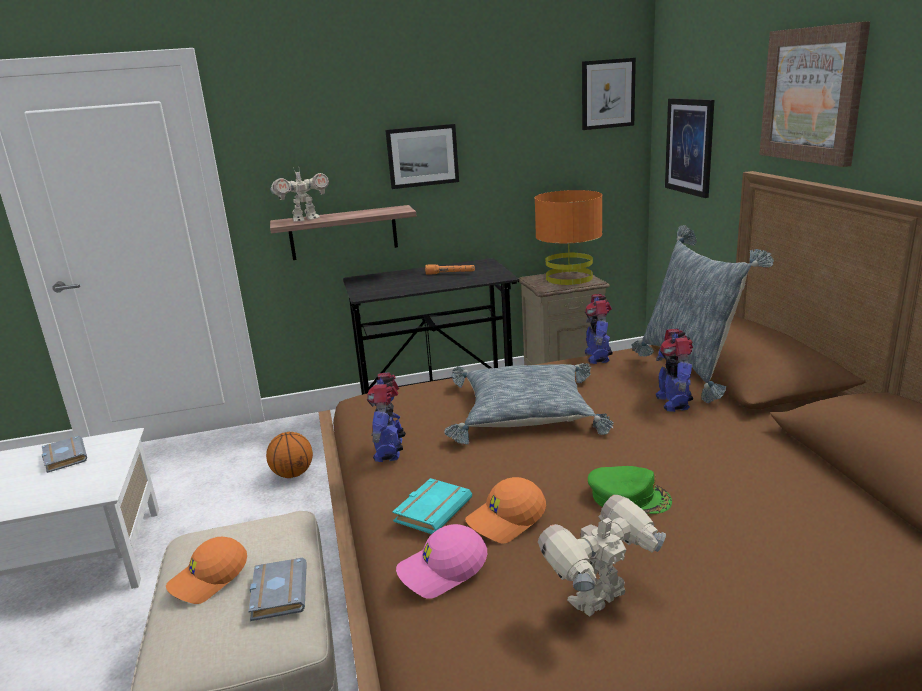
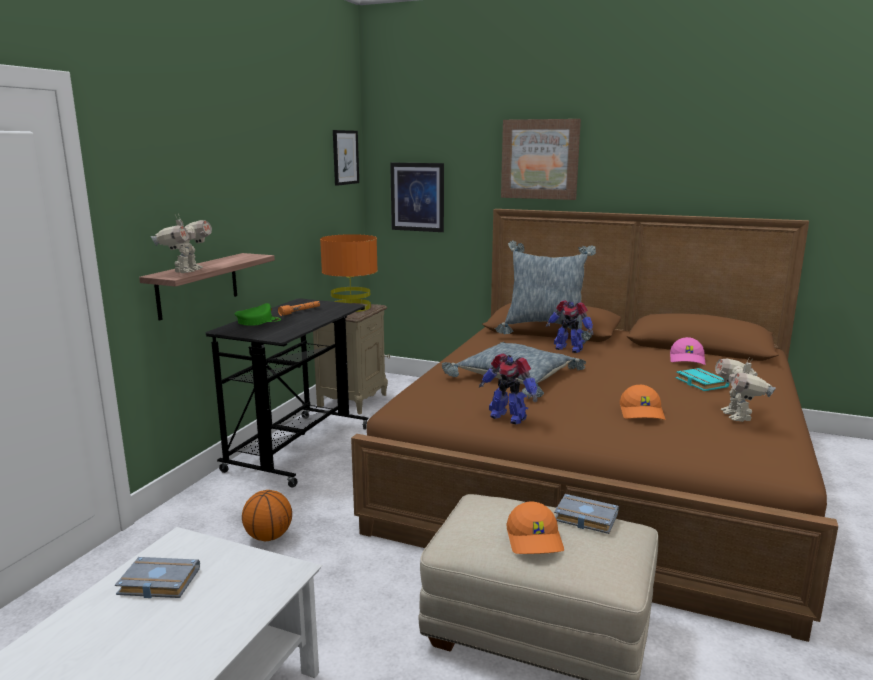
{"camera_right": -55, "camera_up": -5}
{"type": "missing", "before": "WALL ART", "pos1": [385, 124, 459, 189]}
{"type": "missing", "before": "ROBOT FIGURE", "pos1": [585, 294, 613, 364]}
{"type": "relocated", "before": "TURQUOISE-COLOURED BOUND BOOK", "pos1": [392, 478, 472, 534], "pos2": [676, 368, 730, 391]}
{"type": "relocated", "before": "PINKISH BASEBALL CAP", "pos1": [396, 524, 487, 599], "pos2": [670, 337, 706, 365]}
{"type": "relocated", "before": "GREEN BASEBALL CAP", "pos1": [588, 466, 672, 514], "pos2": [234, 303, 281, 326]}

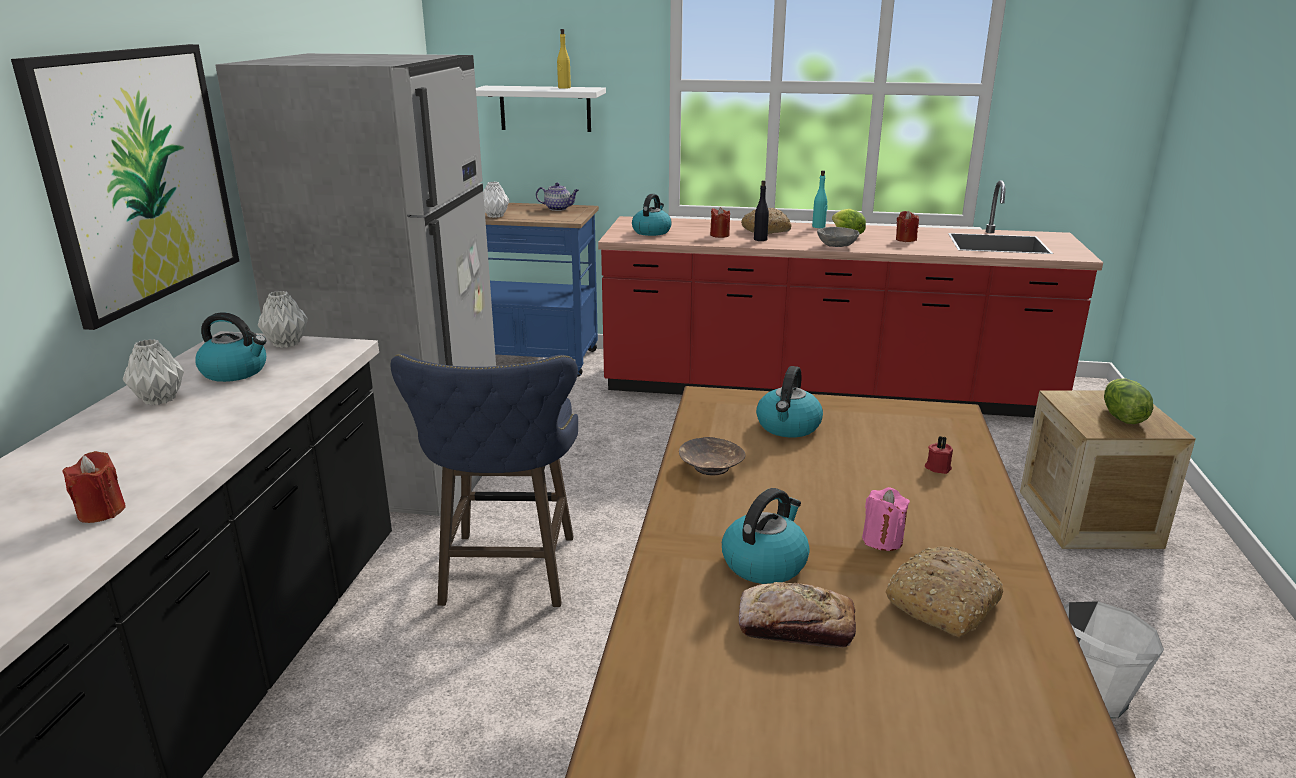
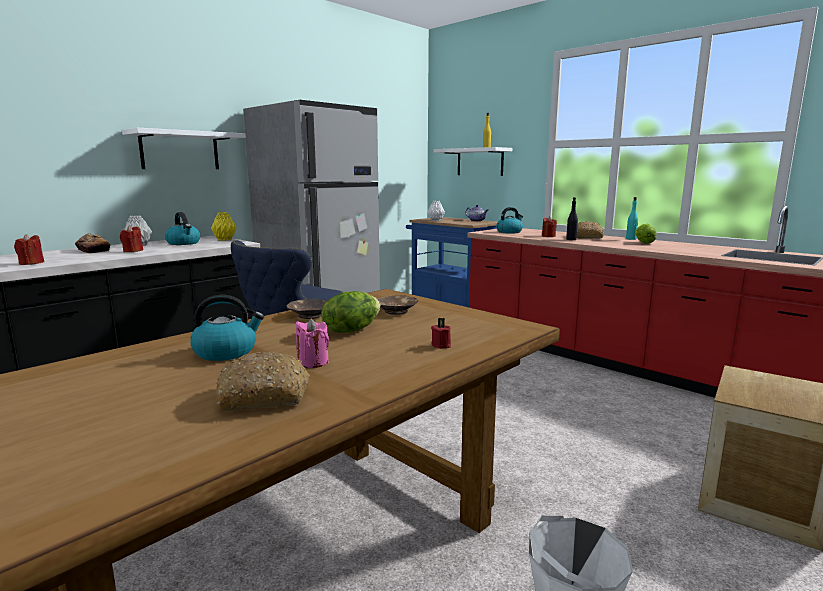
{"camera_right": 35, "camera_up": -10}
{"type": "missing", "before": "GREY SERVING BOWL", "pos1": [817, 227, 860, 247]}
{"type": "relocated", "before": "BREAD", "pos1": [739, 582, 856, 648], "pos2": [75, 233, 110, 253]}
{"type": "relocated", "before": "REDDISH WAX CANDLE", "pos1": [896, 211, 919, 242], "pos2": [120, 225, 143, 252]}
{"type": "relocated", "before": "LETTUCE", "pos1": [1104, 379, 1153, 424], "pos2": [321, 291, 380, 333]}
{"type": "exchanged", "before": "WALL ART", "after": "WHITE SHELF", "pos1": [11, 44, 239, 330], "pos2": [122, 128, 246, 169]}
{"type": "exchanged", "before": "KETTLE", "after": "BROWNISH SERVING BOWL", "pos1": [756, 366, 823, 437], "pos2": [378, 295, 418, 315]}
{"type": "colour", "before": "GREY VASE", "after": "YELLOWISH VASE", "pos1": [258, 291, 308, 348], "pos2": [211, 212, 237, 241]}

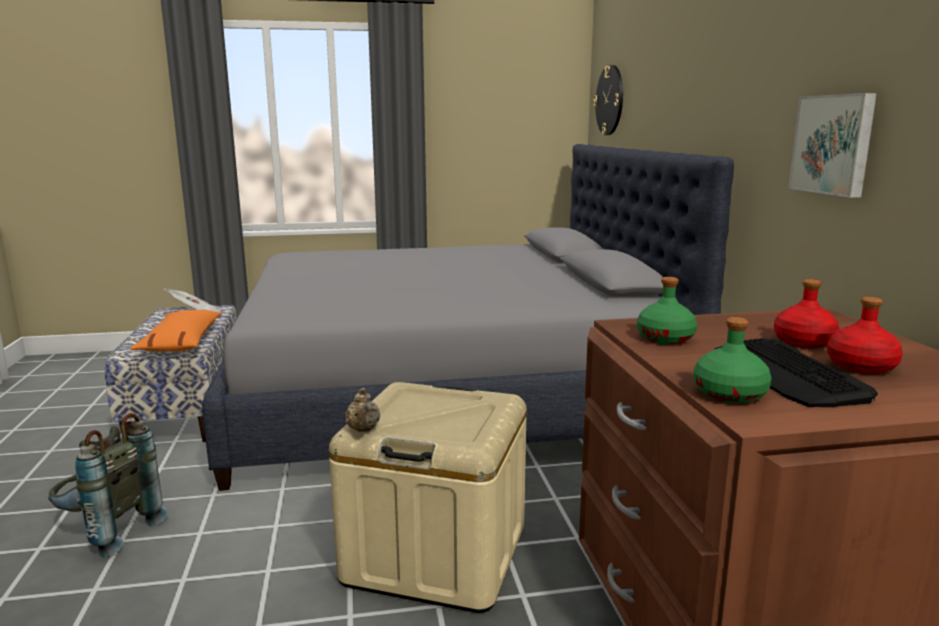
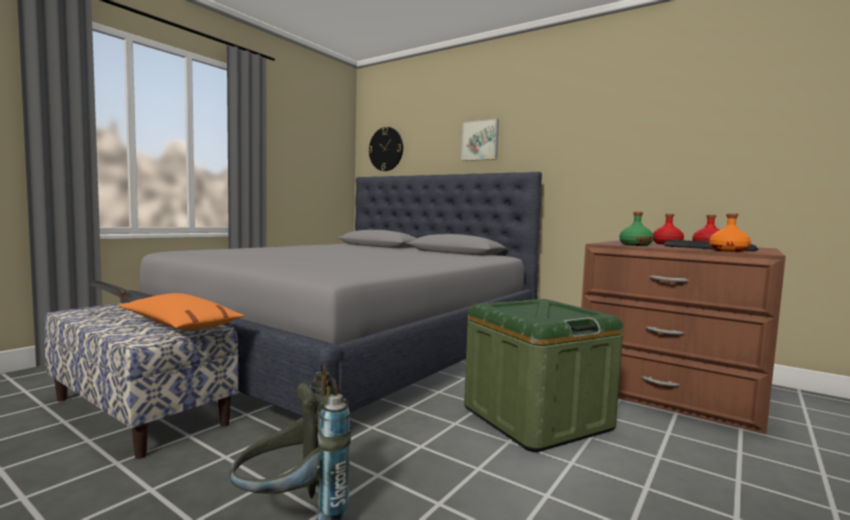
{"camera_right": -45, "camera_up": -10}
{"type": "missing", "before": "BEIGE POT FOR TEA", "pos1": [345, 388, 380, 432]}
{"type": "relocated", "before": "WALL ART", "pos1": [789, 93, 877, 198], "pos2": [461, 119, 499, 161]}
{"type": "colour", "before": "BEIGE STORAGE BOX", "after": "GREEN STORAGE BOX", "pos1": [329, 382, 527, 613], "pos2": [464, 299, 623, 452]}
{"type": "colour", "before": "GREEN BEVERAGE BOTTLE", "after": "ORANGE BEVERAGE BOTTLE", "pos1": [693, 317, 771, 404], "pos2": [709, 213, 751, 252]}

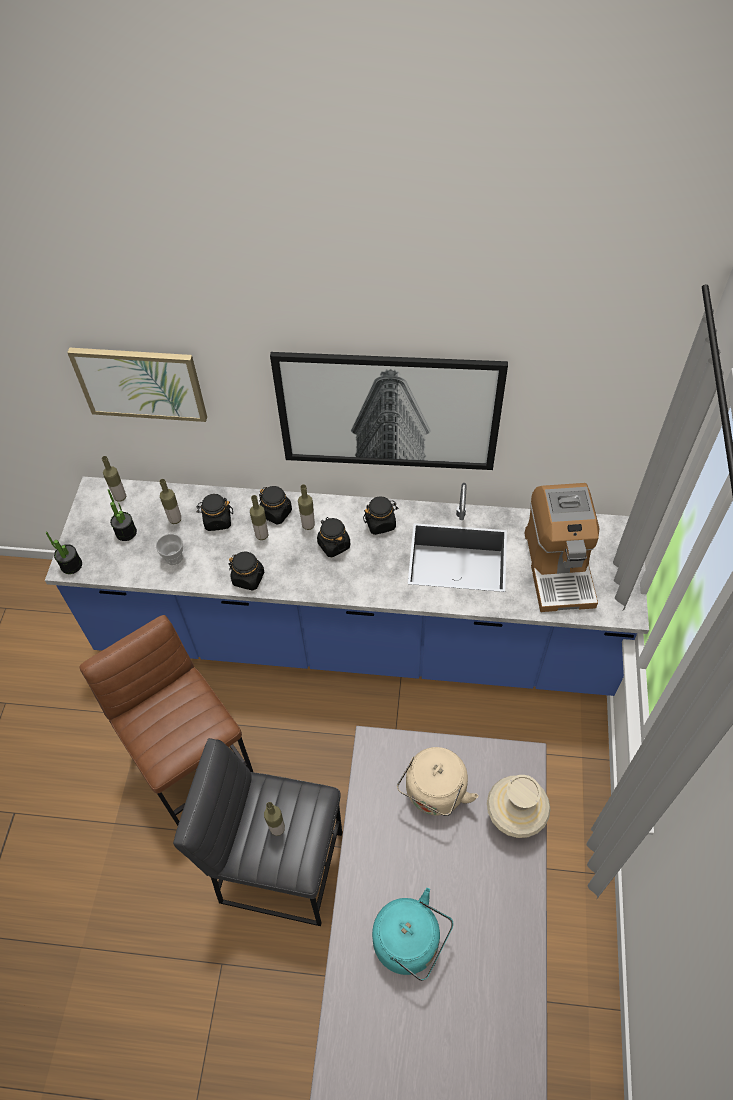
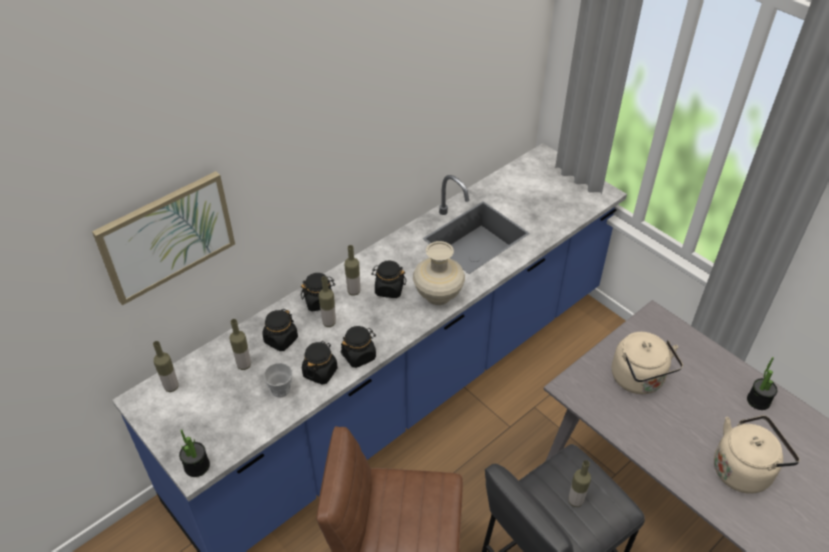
{"camera_right": -50, "camera_up": -10}
{"type": "missing", "before": "WALL ART", "pos1": [270, 352, 508, 470]}
{"type": "missing", "before": "COFFEE MACHINE", "pos1": [524, 483, 599, 612]}
{"type": "relocated", "before": "PLANT IN A POT", "pos1": [108, 489, 137, 541], "pos2": [747, 357, 778, 410]}
{"type": "relocated", "before": "BLACKISH STORAGE JAR", "pos1": [363, 496, 398, 535], "pos2": [302, 341, 338, 385]}
{"type": "relocated", "before": "BEIGE VASE", "pos1": [487, 775, 551, 838], "pos2": [413, 241, 465, 305]}
{"type": "colour", "before": "TURQUOISE-COLOURED KETTLE", "after": "BEIGE KETTLE", "pos1": [372, 888, 453, 981], "pos2": [714, 415, 800, 494]}

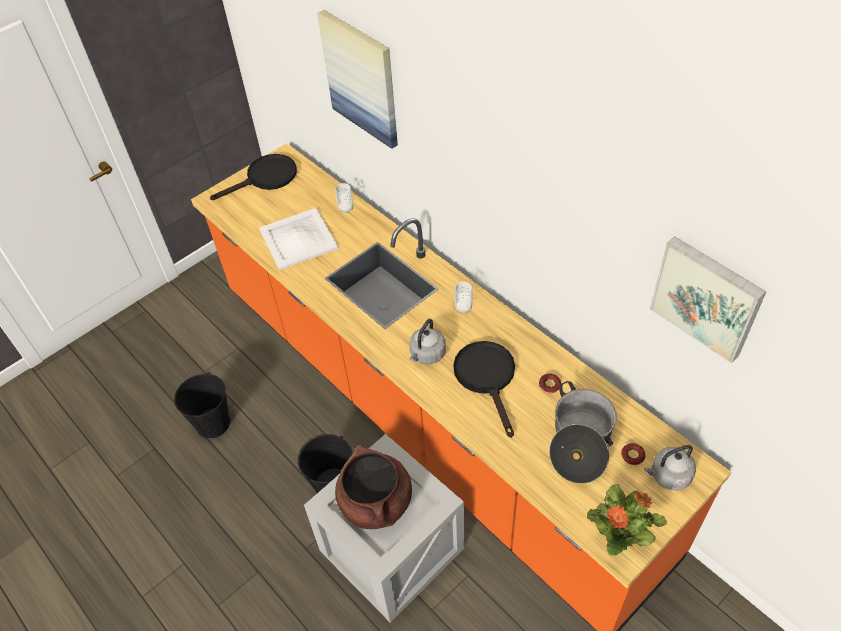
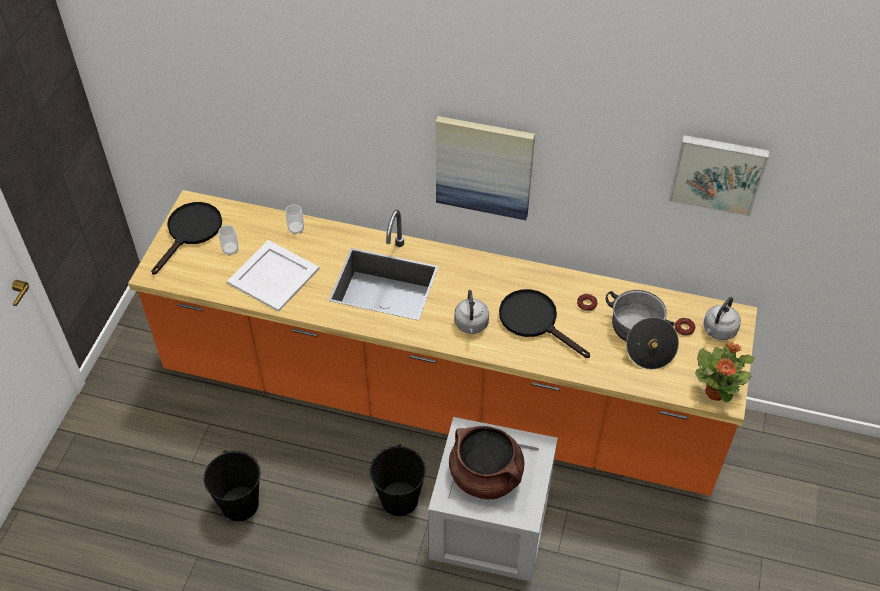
{"camera_right": -35, "camera_up": 0}
{"type": "relocated", "before": "WALL ART", "pos1": [317, 10, 398, 149], "pos2": [436, 116, 535, 220]}
{"type": "relocated", "before": "CUP", "pos1": [454, 282, 473, 313], "pos2": [218, 225, 239, 256]}

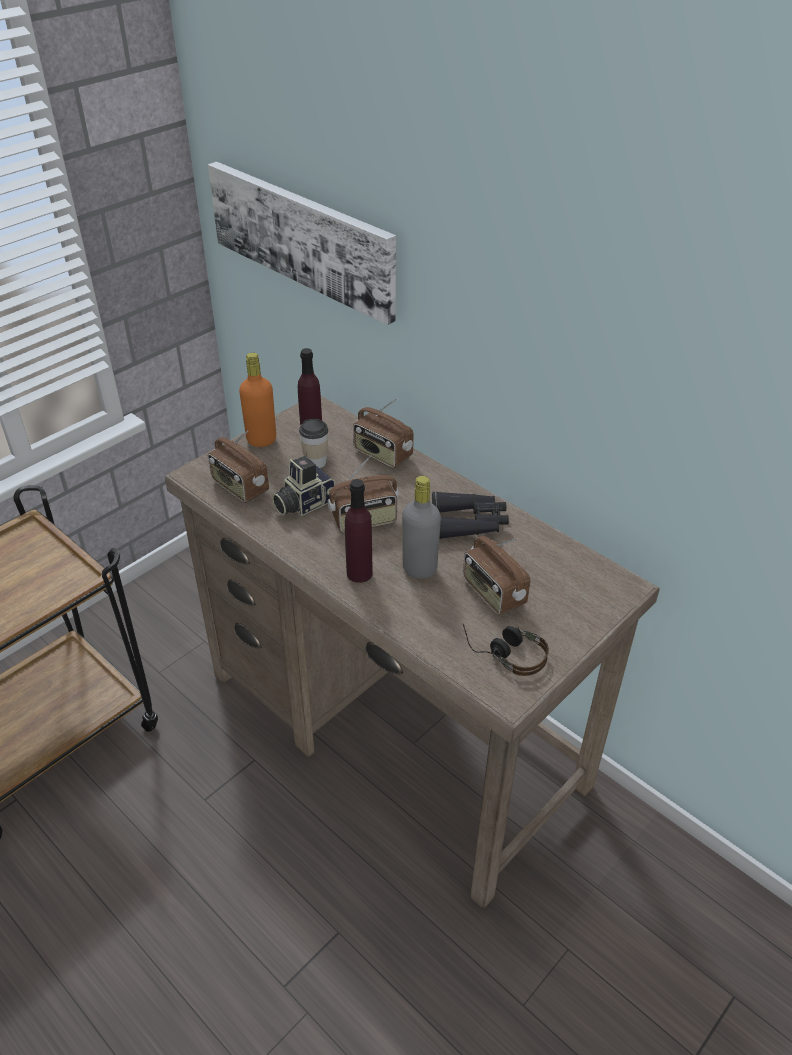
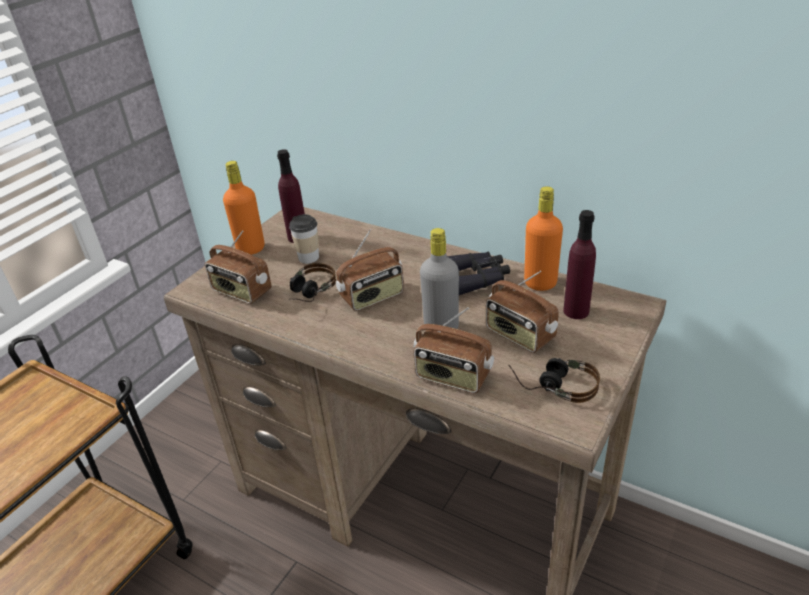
{"camera_right": -10, "camera_up": -5}
{"type": "missing", "before": "WALL ART", "pos1": [208, 162, 396, 325]}
{"type": "appeared", "after": "ORANGE BEVERAGE BOTTLE", "pos2": [524, 186, 563, 291]}
{"type": "relocated", "before": "PURPLISH BEVERAGE BOTTLE", "pos1": [345, 479, 373, 583], "pos2": [563, 210, 596, 319]}
{"type": "relocated", "before": "RADIO SET", "pos1": [353, 398, 414, 468], "pos2": [413, 307, 494, 393]}
{"type": "exchanged", "before": "PHOTO CAMERA", "after": "HEADPHONES", "pos1": [272, 456, 335, 516], "pos2": [289, 263, 336, 302]}

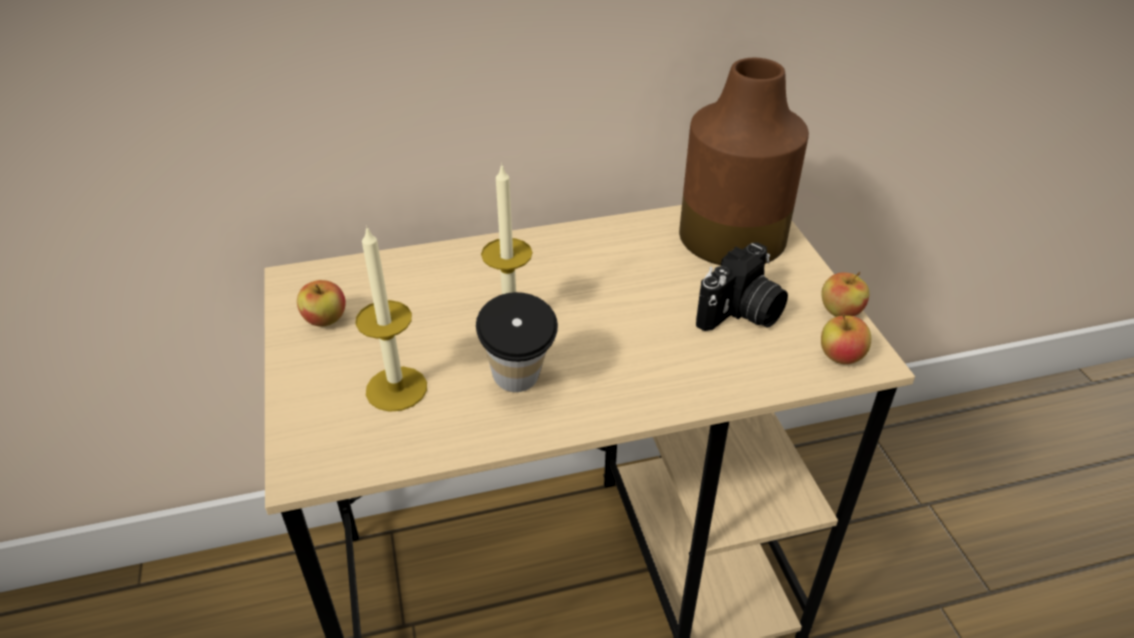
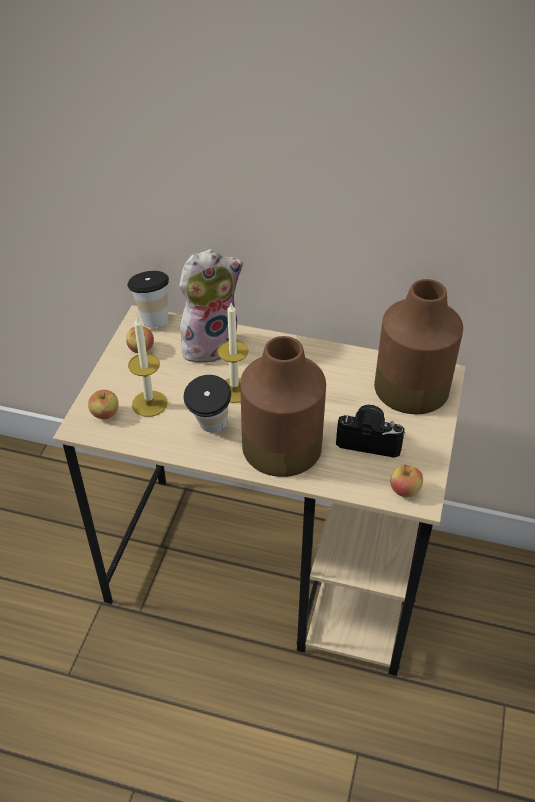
{"camera_right": 30, "camera_up": 5}
{"type": "appeared", "after": "CUP", "pos2": [127, 271, 169, 328]}
{"type": "appeared", "after": "SOFT TOY", "pos2": [179, 249, 243, 363]}
{"type": "appeared", "after": "BROWNISH VASE", "pos2": [240, 336, 326, 477]}
{"type": "relocated", "before": "APPLE FRUIT", "pos1": [821, 272, 870, 317], "pos2": [88, 390, 119, 419]}
{"type": "spun", "before": "PHOTO CAMERA", "pos1": [696, 242, 788, 331], "pos2": [336, 405, 405, 458], "turn": -150}

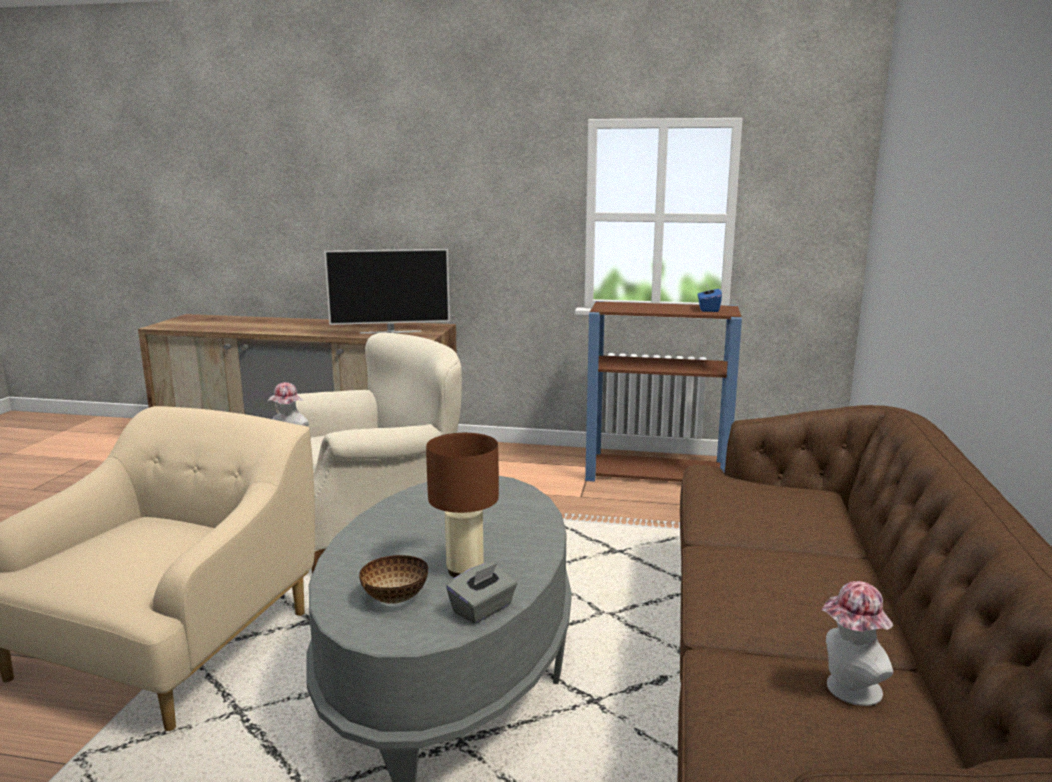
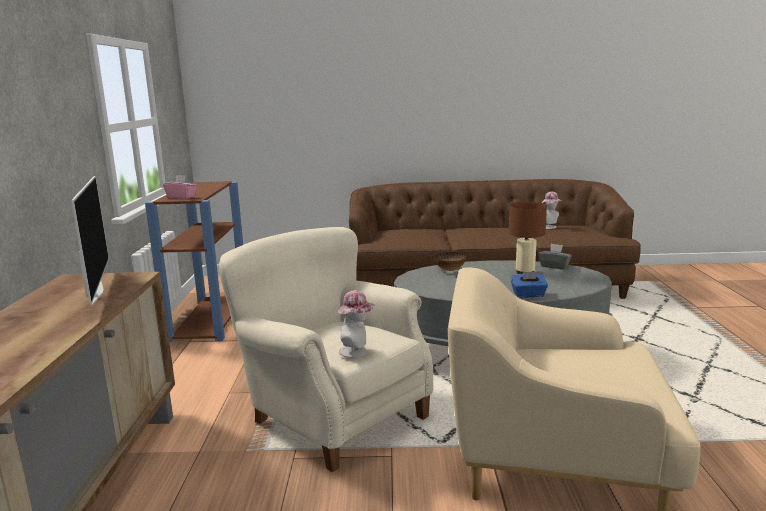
{"camera_right": -100, "camera_up": 0}
{"type": "appeared", "after": "PINKISH TISSUE HOLDER", "pos2": [163, 175, 197, 199]}
{"type": "relocated", "before": "SERVING BOWL", "pos1": [359, 555, 428, 604], "pos2": [434, 252, 466, 271]}
{"type": "relocated", "before": "BLUE TISSUE HOLDER", "pos1": [697, 285, 722, 312], "pos2": [511, 272, 548, 298]}

